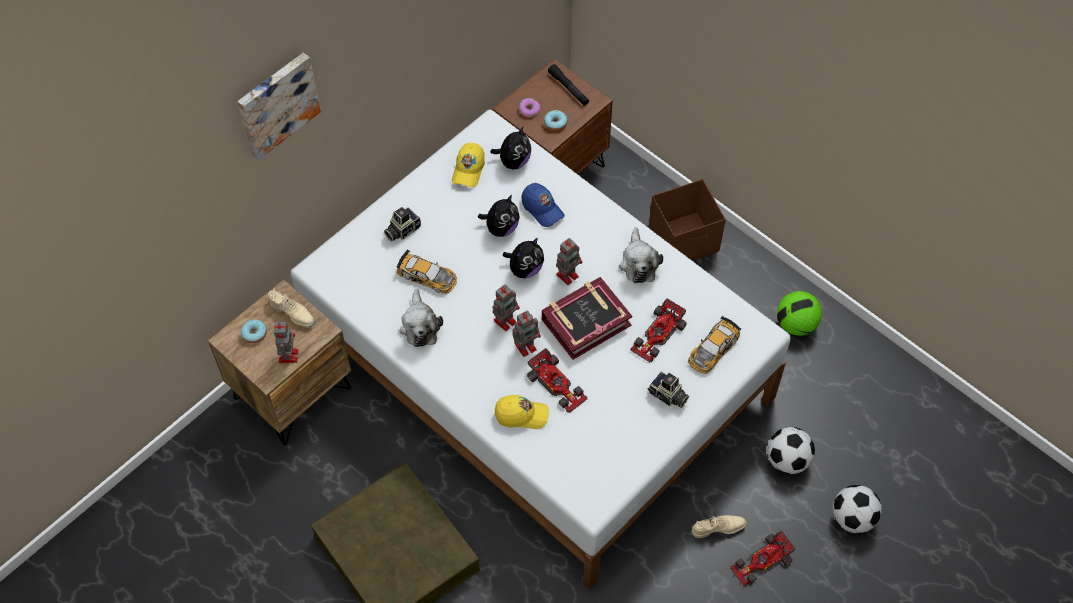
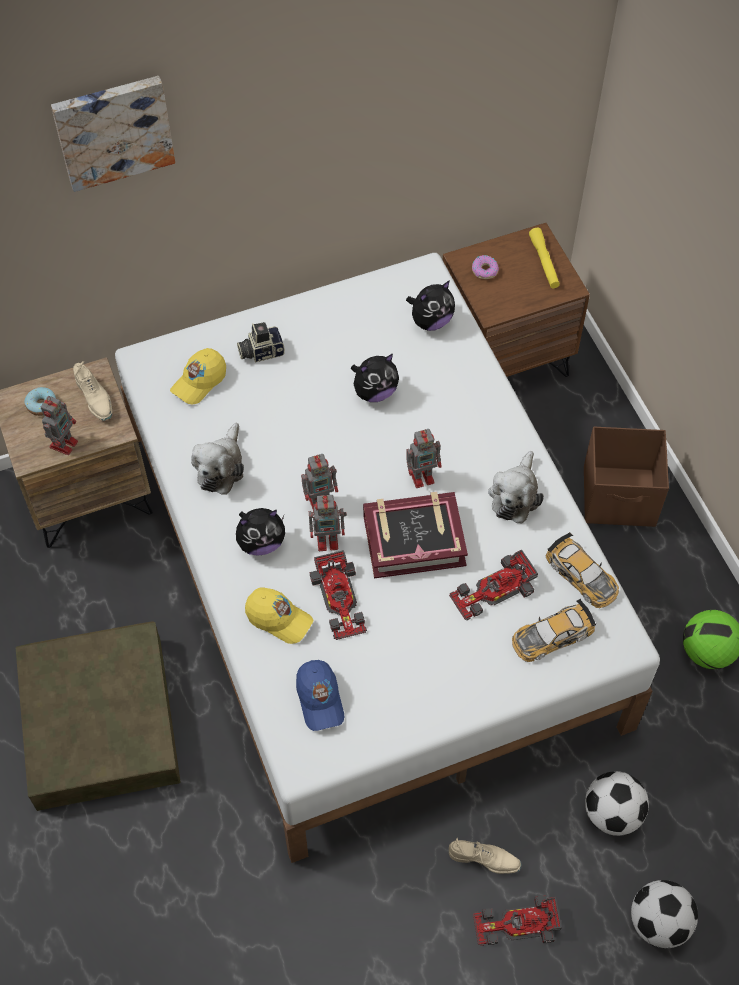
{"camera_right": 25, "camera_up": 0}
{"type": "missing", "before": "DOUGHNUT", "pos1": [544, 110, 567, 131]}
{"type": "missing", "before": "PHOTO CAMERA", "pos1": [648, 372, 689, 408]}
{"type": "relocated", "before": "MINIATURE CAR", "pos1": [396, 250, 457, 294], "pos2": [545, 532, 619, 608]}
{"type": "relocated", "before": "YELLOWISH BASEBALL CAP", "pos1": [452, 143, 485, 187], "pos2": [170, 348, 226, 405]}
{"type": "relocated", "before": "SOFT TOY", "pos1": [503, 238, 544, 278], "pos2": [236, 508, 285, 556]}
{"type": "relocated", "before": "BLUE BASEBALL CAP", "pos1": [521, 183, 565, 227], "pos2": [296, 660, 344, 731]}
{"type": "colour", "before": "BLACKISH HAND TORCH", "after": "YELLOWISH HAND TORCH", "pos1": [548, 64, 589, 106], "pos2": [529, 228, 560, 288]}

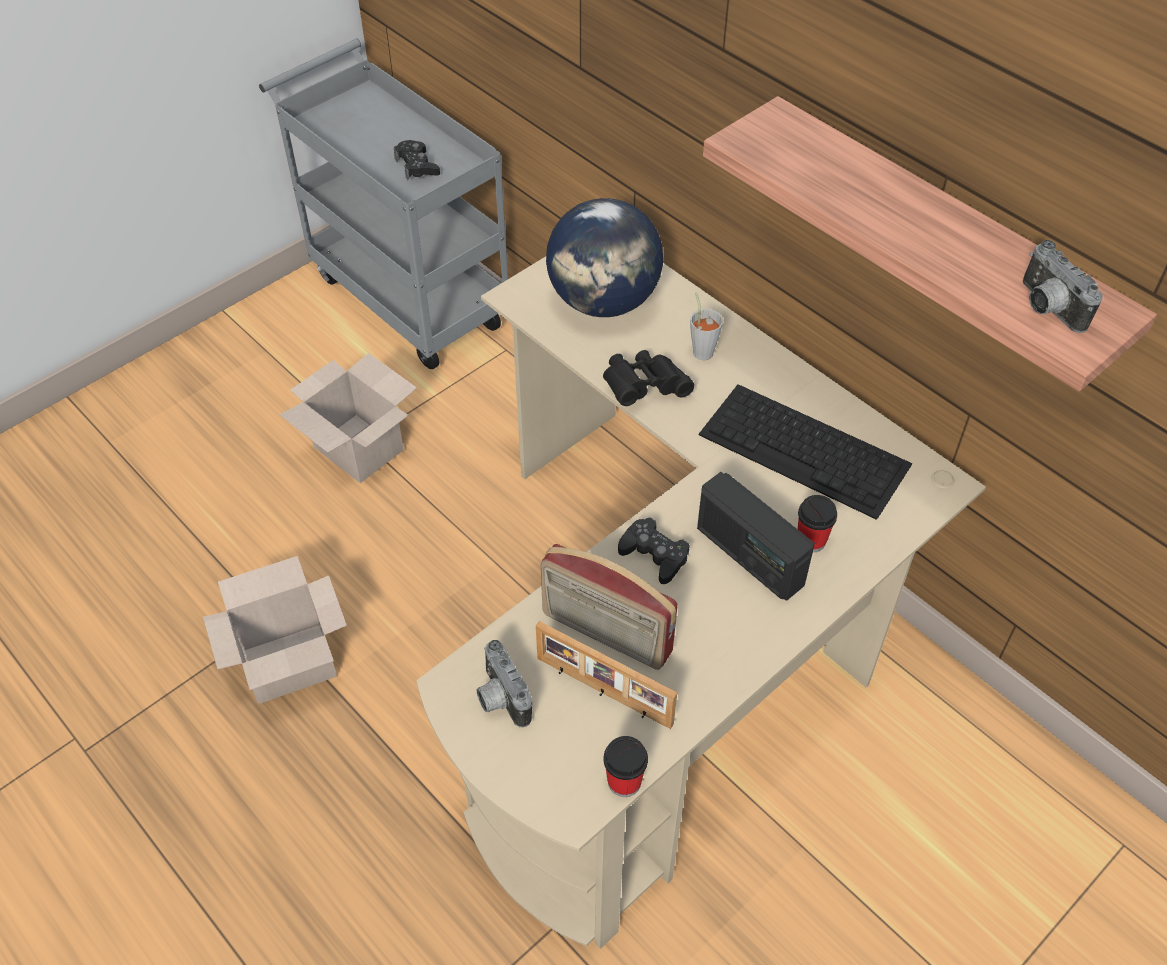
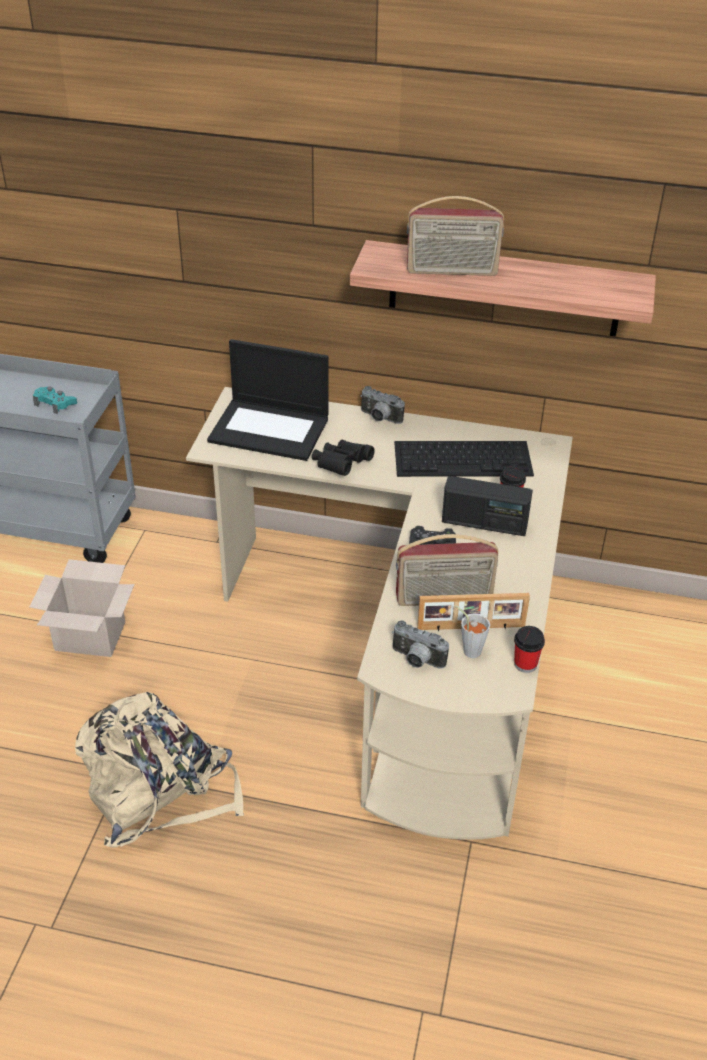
{"camera_right": -35, "camera_up": -10}
{"type": "appeared", "after": "RADIO SET", "pos2": [407, 196, 504, 276]}
{"type": "relocated", "before": "GREY CUP", "pos1": [690, 292, 723, 360], "pos2": [455, 605, 490, 658]}
{"type": "relocated", "before": "PHOTO CAMERA", "pos1": [1023, 240, 1103, 333], "pos2": [360, 386, 405, 424]}
{"type": "exchanged", "before": "CARTON", "after": "BEIGE KNAPSACK", "pos1": [203, 556, 347, 704], "pos2": [75, 692, 244, 848]}
{"type": "exchanged", "before": "DESK GLOBE", "after": "LAPTOP", "pos1": [546, 198, 663, 317], "pos2": [207, 339, 328, 461]}
{"type": "colour", "before": "BLACKISH GAMEPAD", "after": "TURQUOISE-COLOURED GAMEPAD", "pos1": [394, 140, 440, 180], "pos2": [33, 387, 77, 414]}

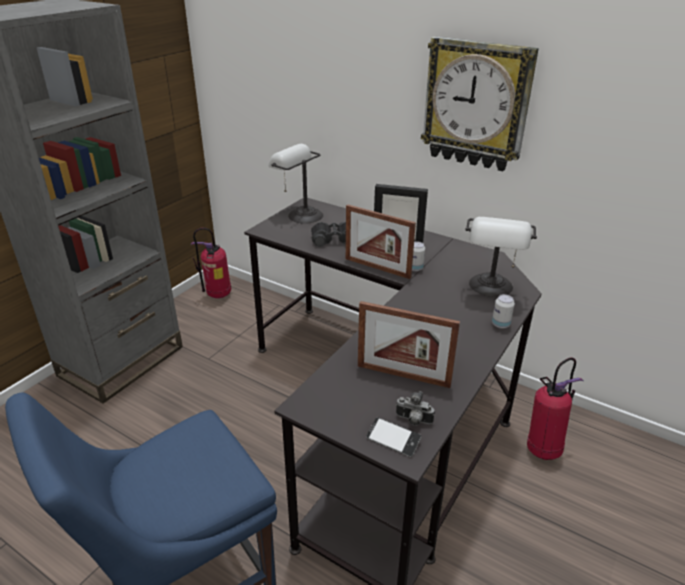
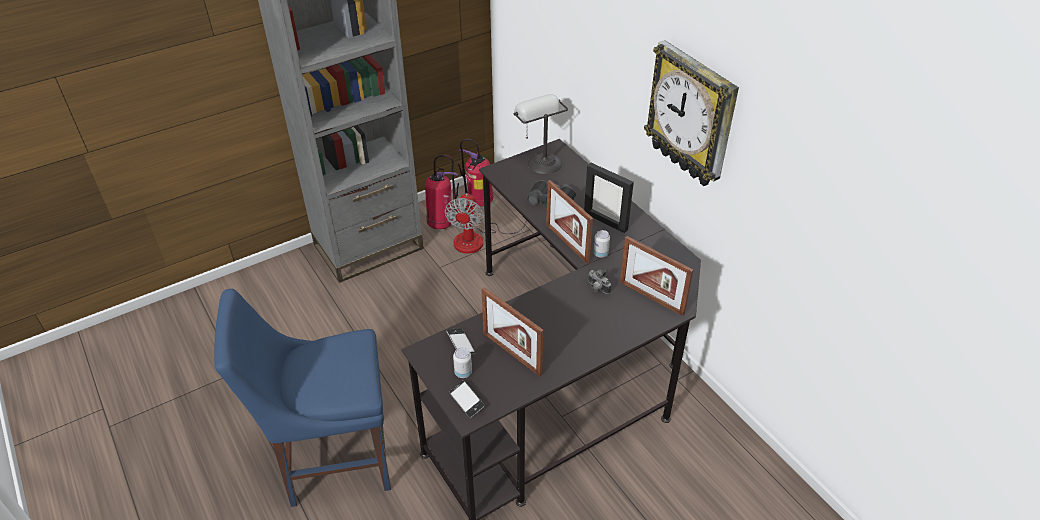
{"camera_right": 25, "camera_up": 10}
{"type": "appeared", "after": "FAN", "pos2": [445, 193, 527, 254]}
{"type": "appeared", "after": "HANDSET", "pos2": [446, 328, 475, 355]}
{"type": "relocated", "before": "PHOTO CAMERA", "pos1": [396, 391, 435, 426], "pos2": [588, 269, 611, 294]}
{"type": "relocated", "before": "CAN", "pos1": [492, 294, 515, 329], "pos2": [453, 348, 472, 378]}
{"type": "relocated", "before": "FIRE-FIGHTING CYLINDER", "pos1": [527, 357, 584, 460], "pos2": [425, 155, 459, 229]}
{"type": "exchanged", "before": "TABLETOP LAMP", "after": "PICTURE FRAME", "pos1": [465, 217, 537, 297], "pos2": [620, 236, 693, 316]}

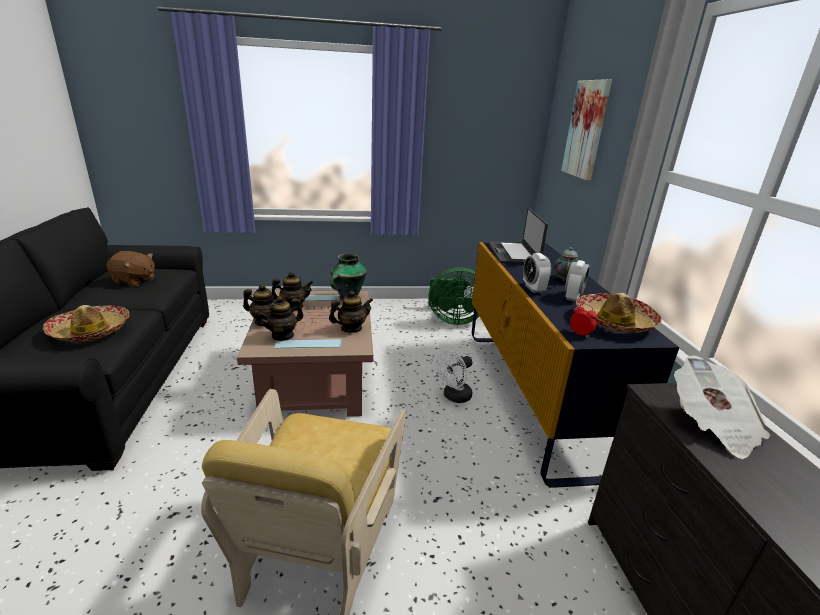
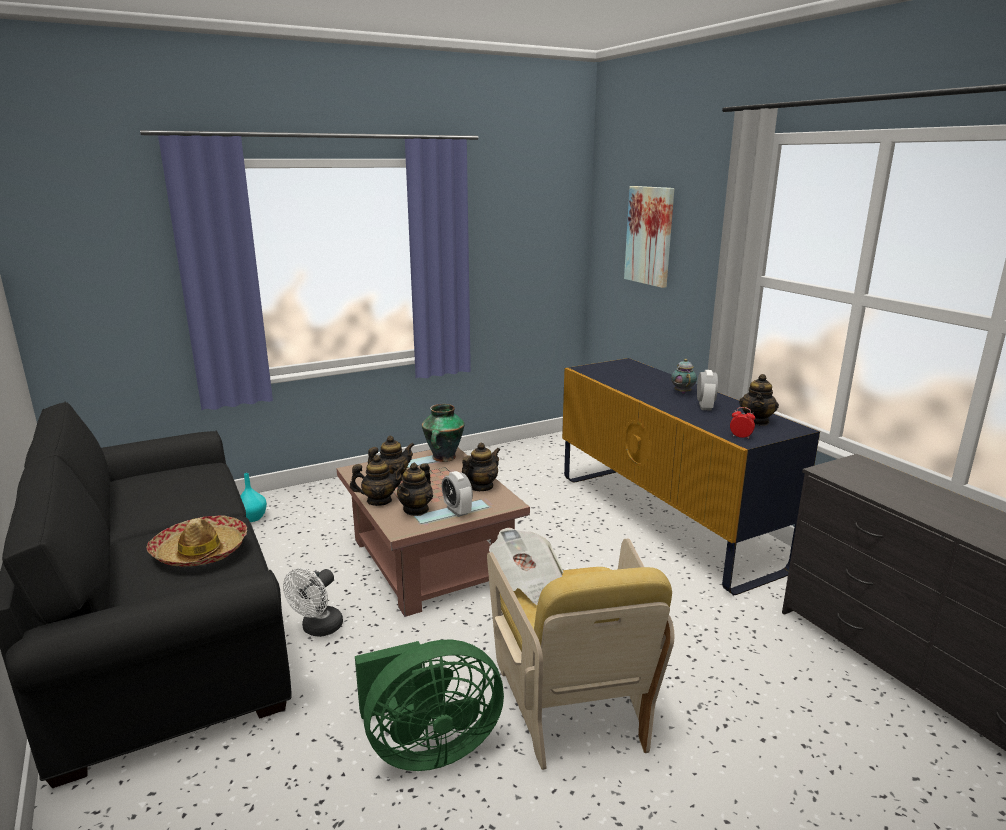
{"camera_right": -20, "camera_up": -5}
{"type": "missing", "before": "BROWNISH SOFT TOY", "pos1": [107, 251, 155, 287]}
{"type": "missing", "before": "LAPTOP", "pos1": [488, 208, 548, 264]}
{"type": "appeared", "after": "TURQUOISE-COLOURED VASE", "pos2": [240, 473, 267, 522]}
{"type": "relocated", "before": "GREEN FAN", "pos1": [429, 267, 480, 325], "pos2": [355, 640, 504, 771]}
{"type": "relocated", "before": "WHITE FAN", "pos1": [436, 351, 472, 403], "pos2": [283, 568, 343, 637]}
{"type": "relocated", "before": "TABLE CLOCK", "pos1": [523, 253, 551, 293], "pos2": [442, 471, 473, 517]}
{"type": "relocated", "before": "PRINTED PAPER", "pos1": [674, 355, 770, 459], "pos2": [489, 528, 563, 605]}
{"type": "exchanged", "before": "CLOTHING HAT", "after": "POT FOR TEA", "pos1": [576, 293, 662, 333], "pos2": [739, 374, 779, 426]}

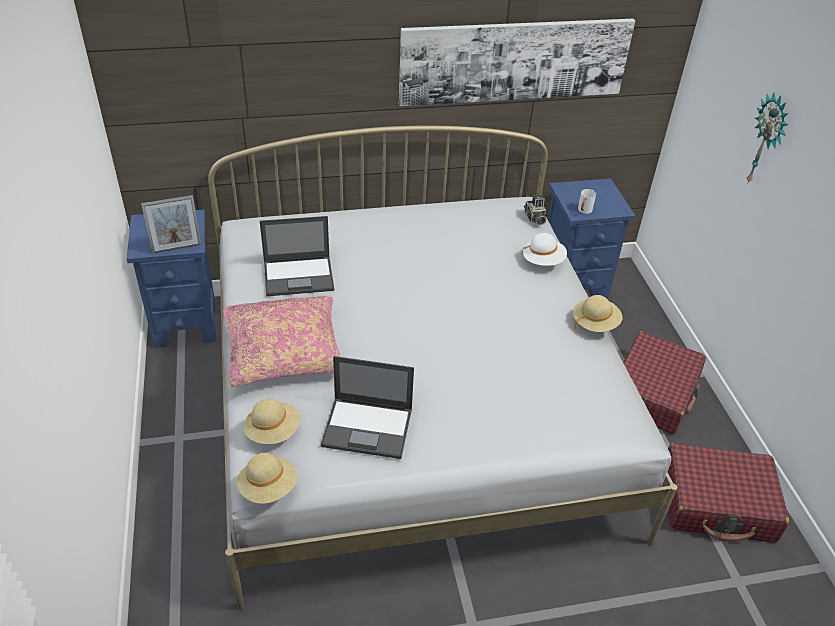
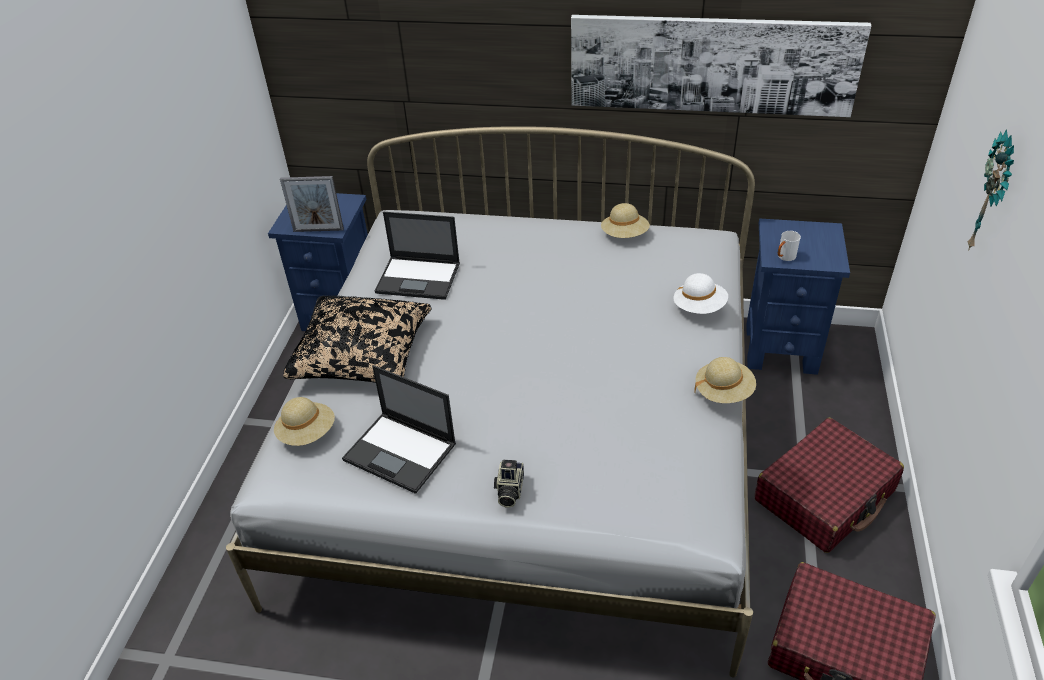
{"camera_right": 25, "camera_up": 0}
{"type": "relocated", "before": "BEIGE CLOTHING HAT", "pos1": [237, 453, 298, 504], "pos2": [601, 203, 650, 238]}
{"type": "relocated", "before": "PHOTO CAMERA", "pos1": [524, 195, 546, 226], "pos2": [494, 460, 524, 508]}
{"type": "colour", "before": "PINKISH CUSHION", "after": "BLACKISH CUSHION", "pos1": [223, 296, 341, 387], "pos2": [283, 295, 432, 383]}

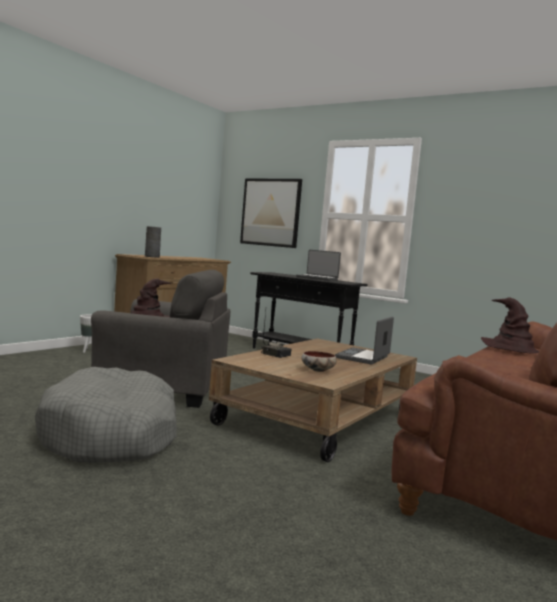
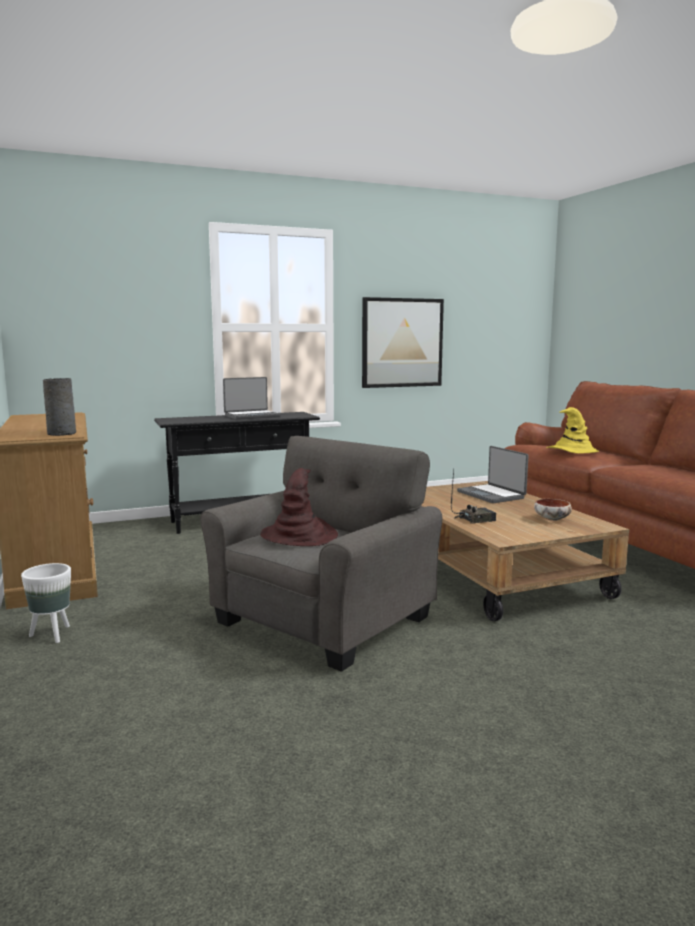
{"camera_right": -55, "camera_up": 5}
{"type": "missing", "before": "GREY DOG BED", "pos1": [35, 367, 177, 462]}
{"type": "relocated", "before": "WALL ART", "pos1": [240, 178, 302, 248], "pos2": [362, 297, 444, 388]}
{"type": "colour", "before": "BROWNISH CLOTHING HAT", "after": "YELLOWISH CLOTHING HAT", "pos1": [481, 297, 539, 354], "pos2": [546, 407, 599, 454]}

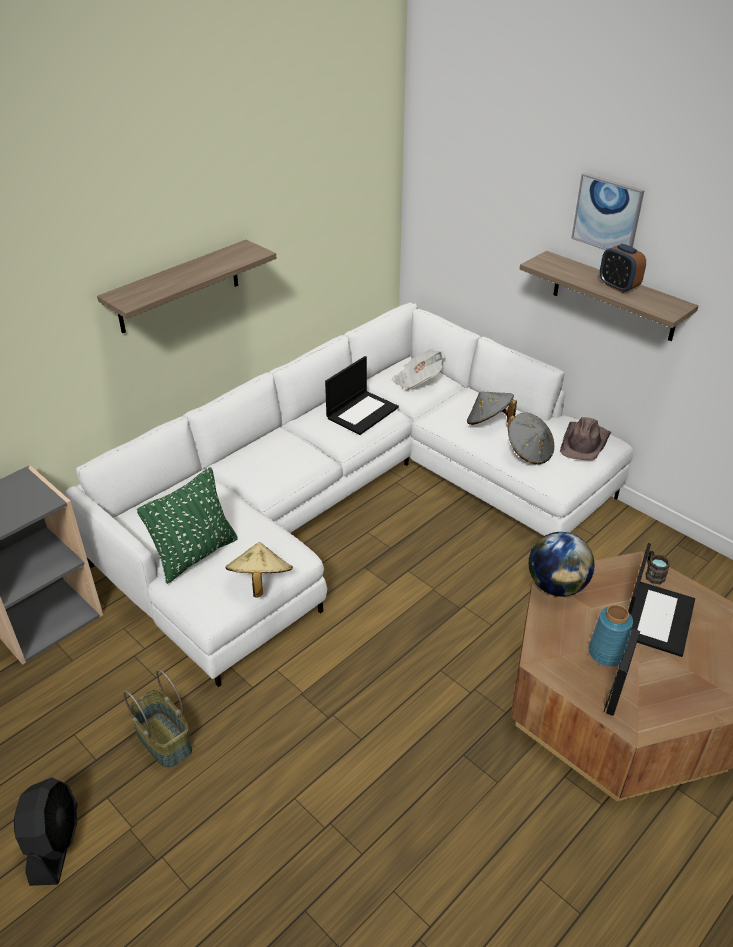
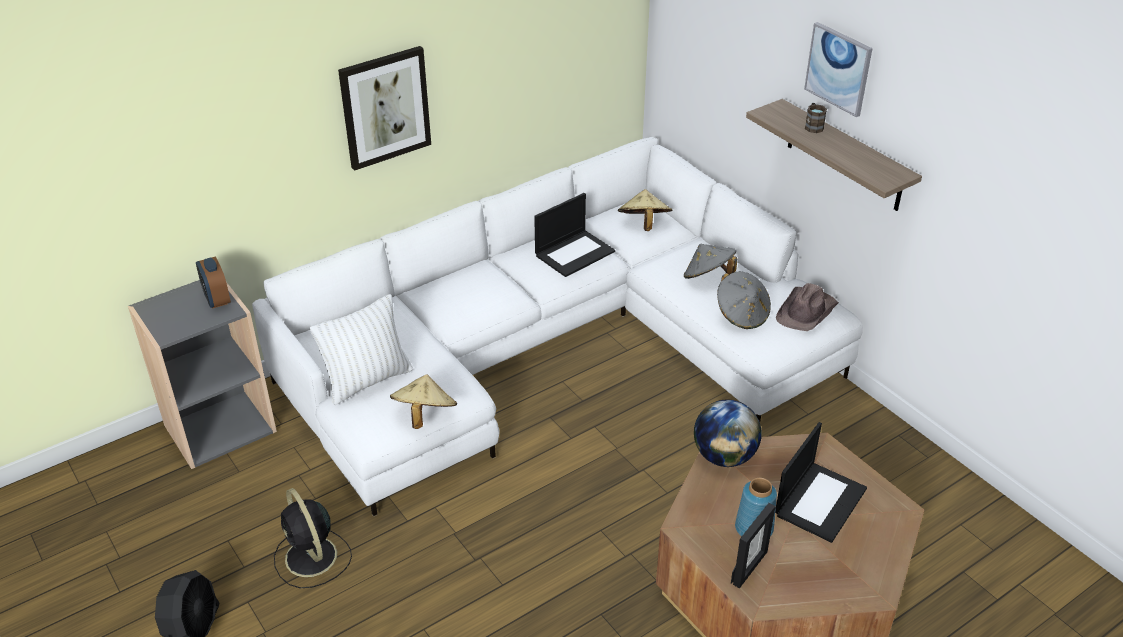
{"camera_right": 10, "camera_up": 0}
{"type": "relocated", "before": "TABLE CLOCK", "pos1": [600, 244, 646, 293], "pos2": [196, 257, 231, 309]}
{"type": "relocated", "before": "BROWNISH COFFEE MUG", "pos1": [646, 551, 670, 584], "pos2": [805, 103, 827, 133]}
{"type": "exchanged", "before": "SHELF", "after": "WALL ART", "pos1": [97, 240, 276, 333], "pos2": [338, 46, 431, 171]}
{"type": "exchanged", "before": "HOUSEHOLD BASKET", "after": "BLACKISH FAN", "pos1": [123, 670, 192, 769], "pos2": [274, 488, 352, 588]}
{"type": "exchanged", "before": "PRINTED PAPER", "after": "BEIGE CLOTHING HAT", "pos1": [392, 349, 445, 390], "pos2": [618, 189, 672, 231]}
{"type": "colour", "before": "GREEN CUSHION", "after": "WHITE CUSHION", "pos1": [137, 467, 238, 583], "pos2": [310, 294, 413, 405]}

